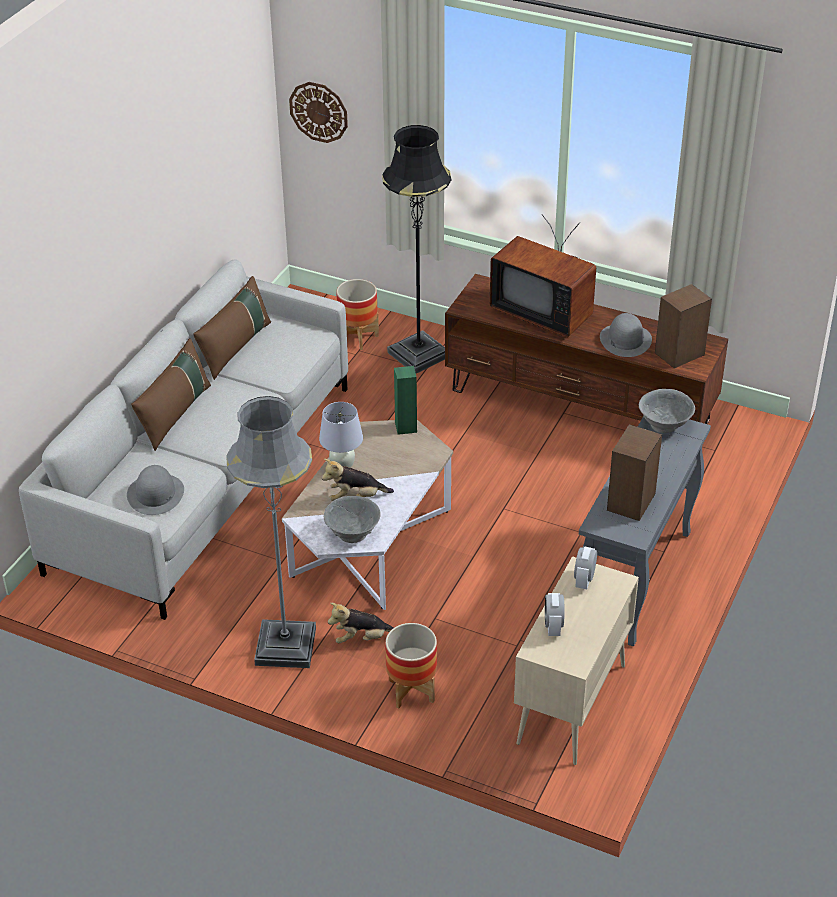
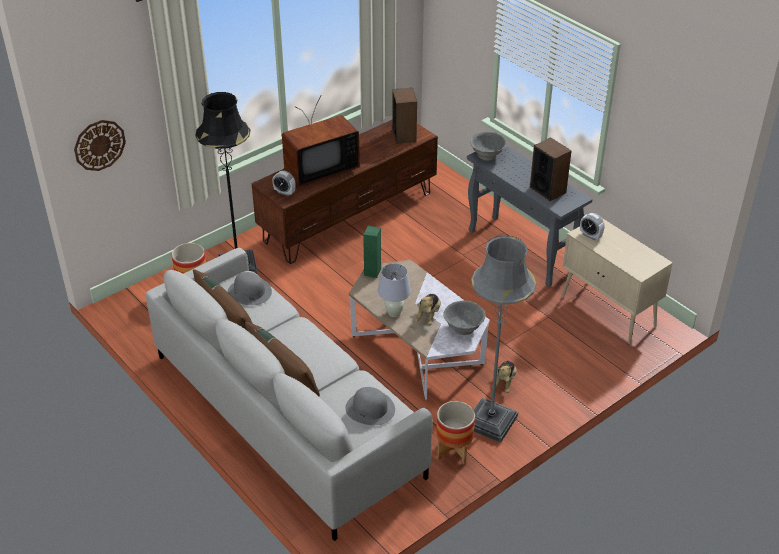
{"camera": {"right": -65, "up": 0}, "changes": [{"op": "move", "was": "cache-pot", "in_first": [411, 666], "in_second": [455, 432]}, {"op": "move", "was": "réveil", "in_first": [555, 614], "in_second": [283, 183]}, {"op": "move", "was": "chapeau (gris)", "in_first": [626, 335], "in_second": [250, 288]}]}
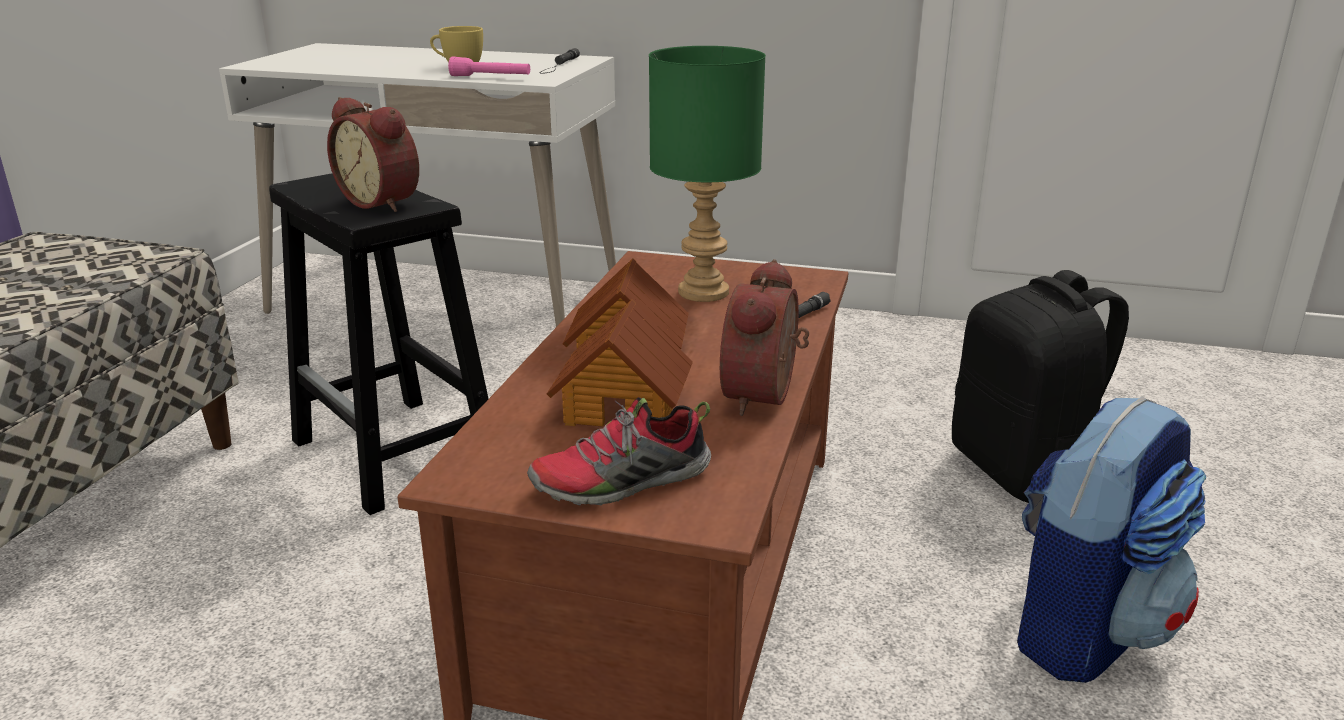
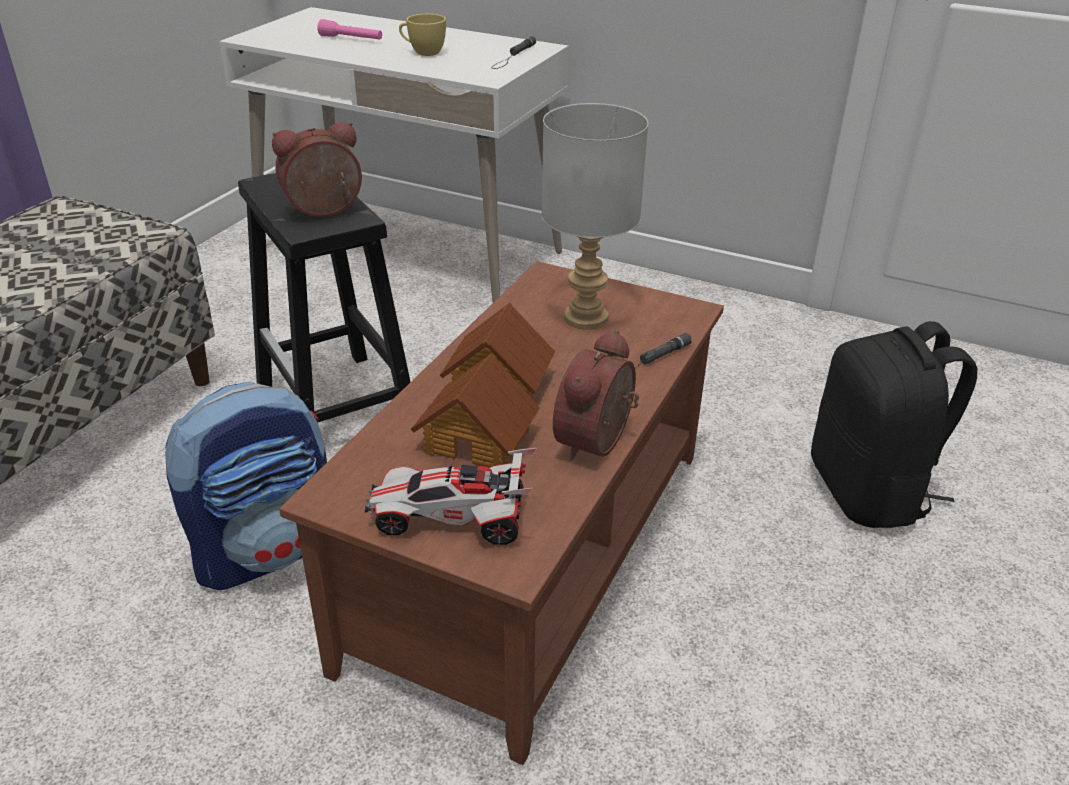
{"camera": {"right": 10, "up": 10}, "changes": [{"op": "move", "was": "lampe de poche (rose)", "in_first": [489, 66], "in_second": [349, 29]}, {"op": "move", "was": "sac à dos", "in_first": [1111, 539], "in_second": [246, 486]}, {"op": "replace", "was": "chaussure", "now": "petite voiture", "in_first": [619, 451], "in_second": [450, 496]}, {"op": "recolor", "was": "lampe de table (vert)", "now": "lampe de table (gris)", "in_first": [707, 174], "in_second": [595, 216]}, {"op": "rotate", "was": "réveil", "in_first": [373, 154], "in_second": [317, 169], "clockwise": 105}]}
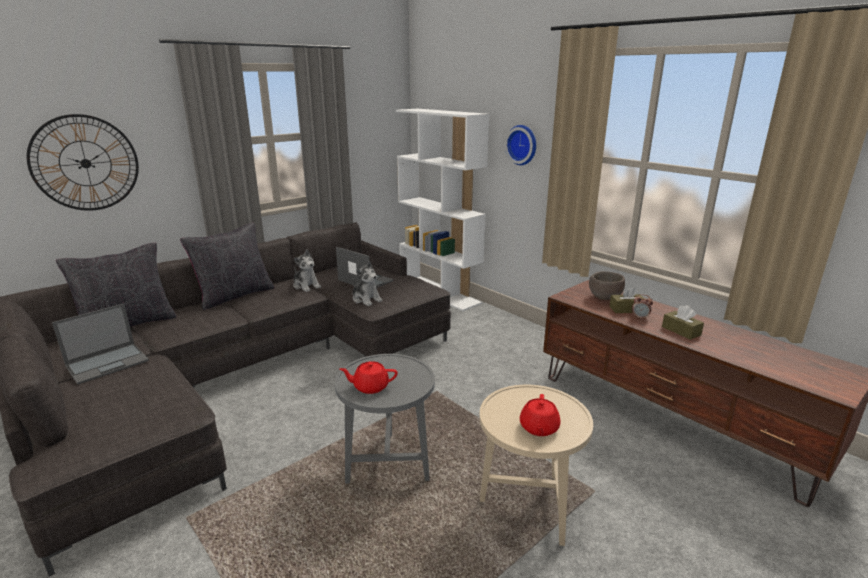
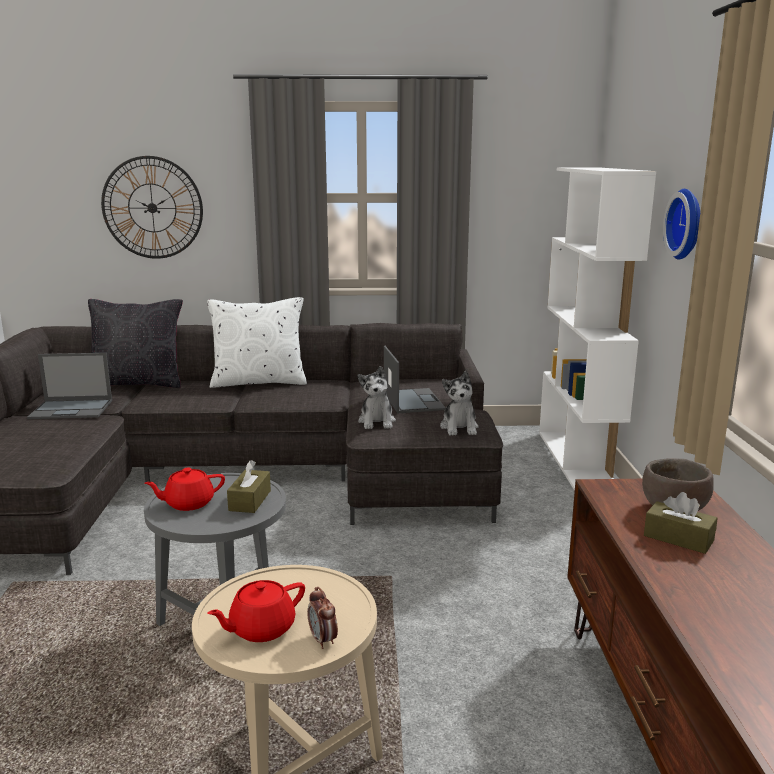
{"camera": {"right": 40, "up": -5}, "changes": [{"op": "move", "was": "peluche", "in_first": [307, 270], "in_second": [459, 403]}, {"op": "move", "was": "réveil", "in_first": [642, 307], "in_second": [322, 618]}, {"op": "move", "was": "boîte à mouchoirs (marron)", "in_first": [683, 322], "in_second": [249, 486]}, {"op": "recolor", "was": "coussin (noir)", "now": "coussin (blanc)", "in_first": [227, 266], "in_second": [257, 342]}, {"op": "rotate", "was": "théière (rouge)", "in_first": [369, 377], "in_second": [185, 489], "clockwise": -60}]}
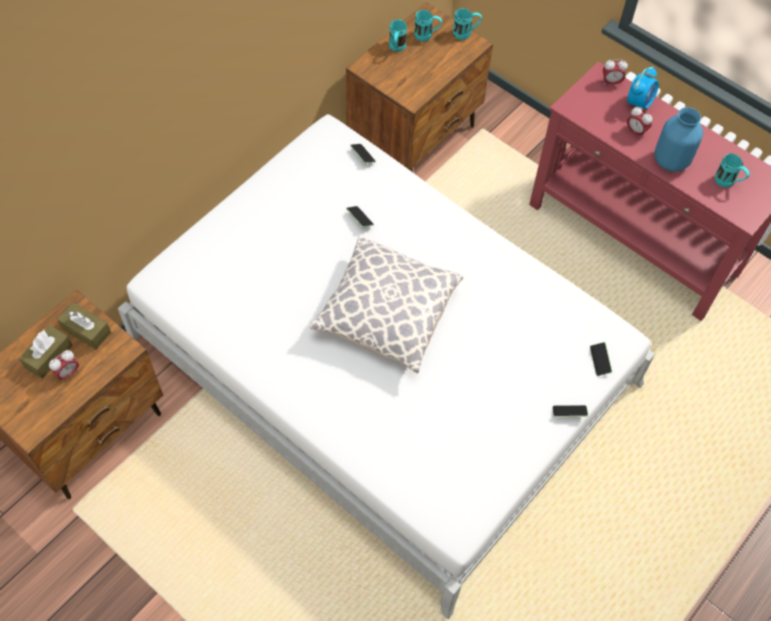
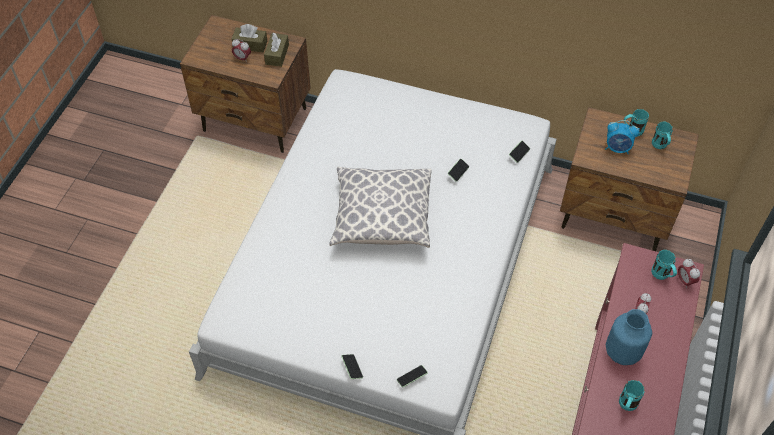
{"camera": {"right": 70, "up": -5}, "changes": [{"op": "move", "was": "mug (turquoise)", "in_first": [467, 24], "in_second": [664, 265]}, {"op": "move", "was": "réveil", "in_first": [643, 87], "in_second": [622, 137]}]}
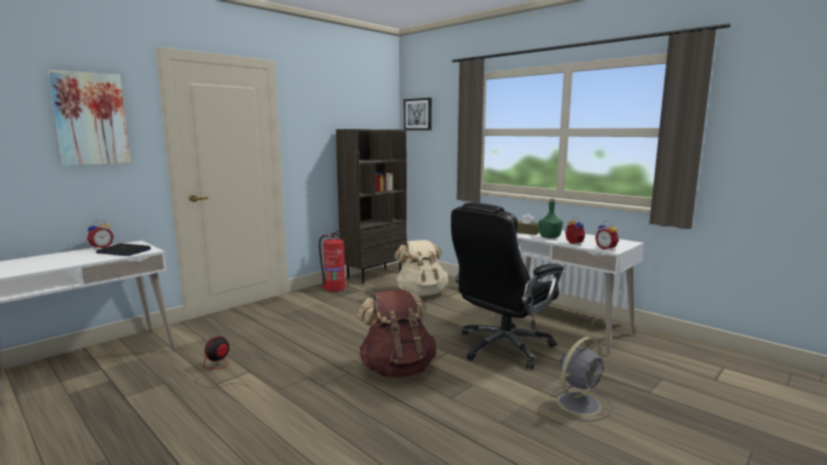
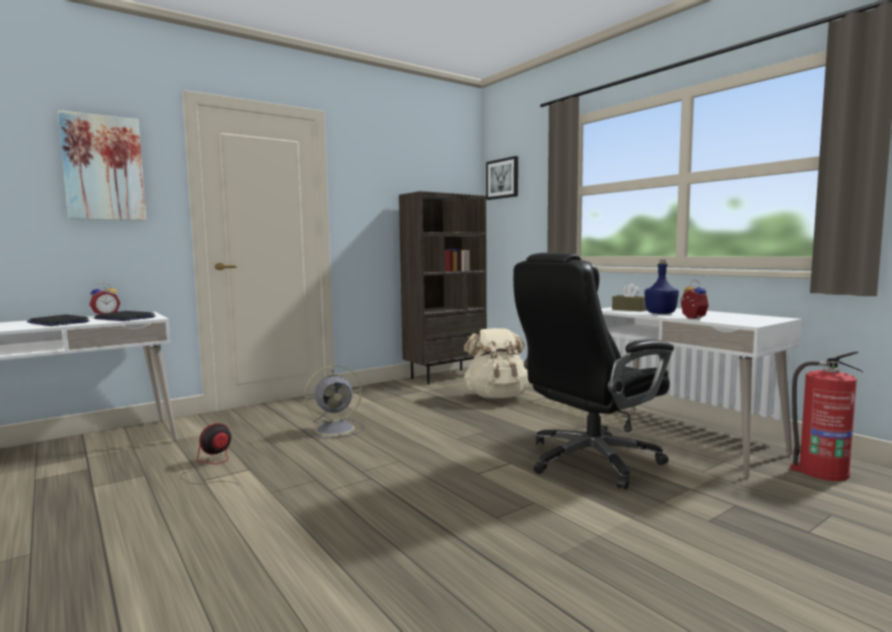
{"camera": {"right": 10, "up": -5}, "changes": [{"op": "delete", "was": "sac à dos (marron)", "in_first": [397, 334]}, {"op": "delete", "was": "réveil", "in_first": [607, 235]}, {"op": "insert", "now": "ordinateur portable", "in_second": [58, 320]}, {"op": "move", "was": "extincteur", "in_first": [332, 260], "in_second": [826, 416]}, {"op": "move", "was": "ventilateur (gris)", "in_first": [581, 379], "in_second": [334, 401]}, {"op": "recolor", "was": "bouteille (vert)", "now": "bouteille (bleu)", "in_first": [551, 219], "in_second": [662, 286]}]}
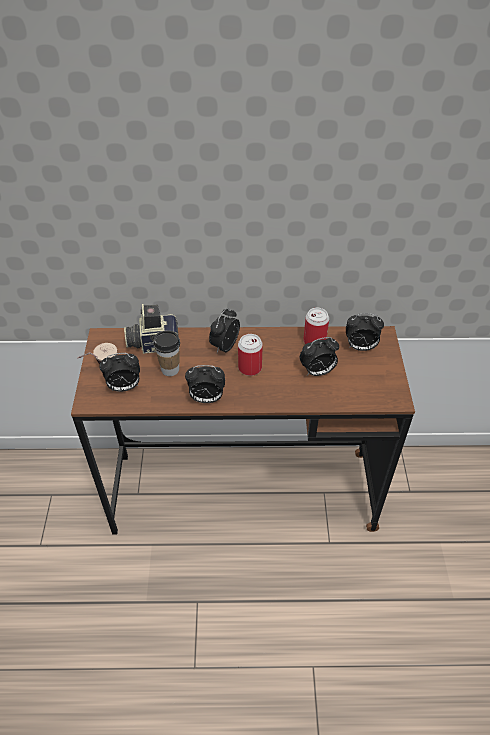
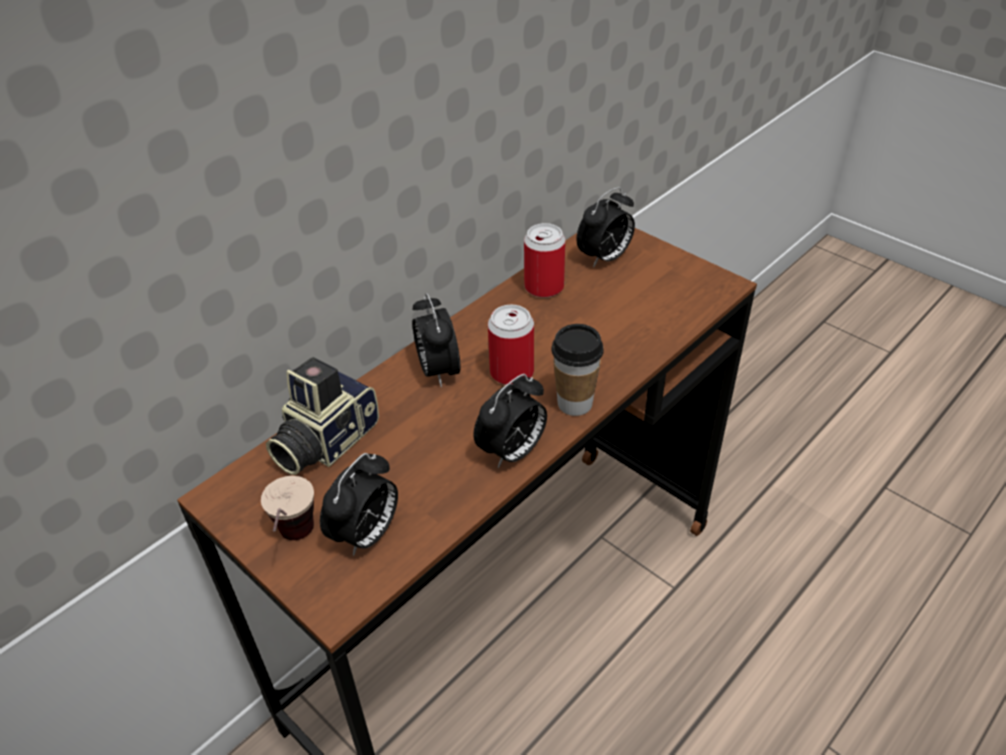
{"camera": {"right": -45, "up": -5}, "changes": [{"op": "delete", "was": "réveil", "in_first": [319, 356]}, {"op": "move", "was": "tasse", "in_first": [166, 353], "in_second": [577, 370]}]}
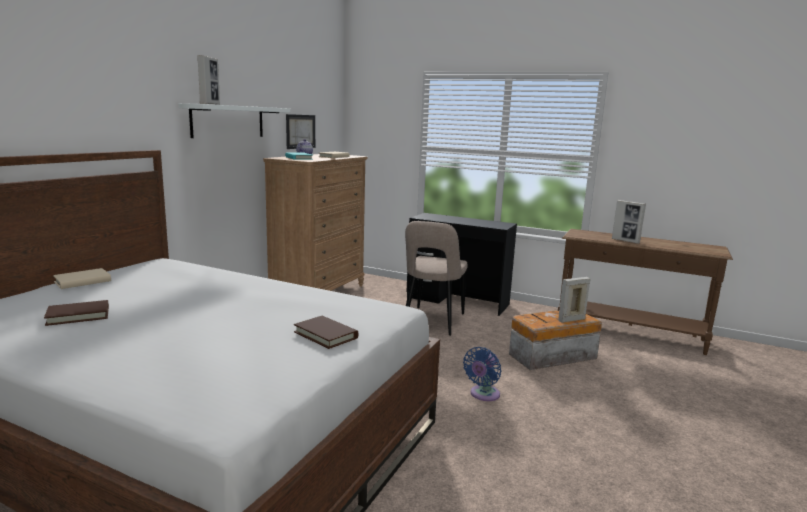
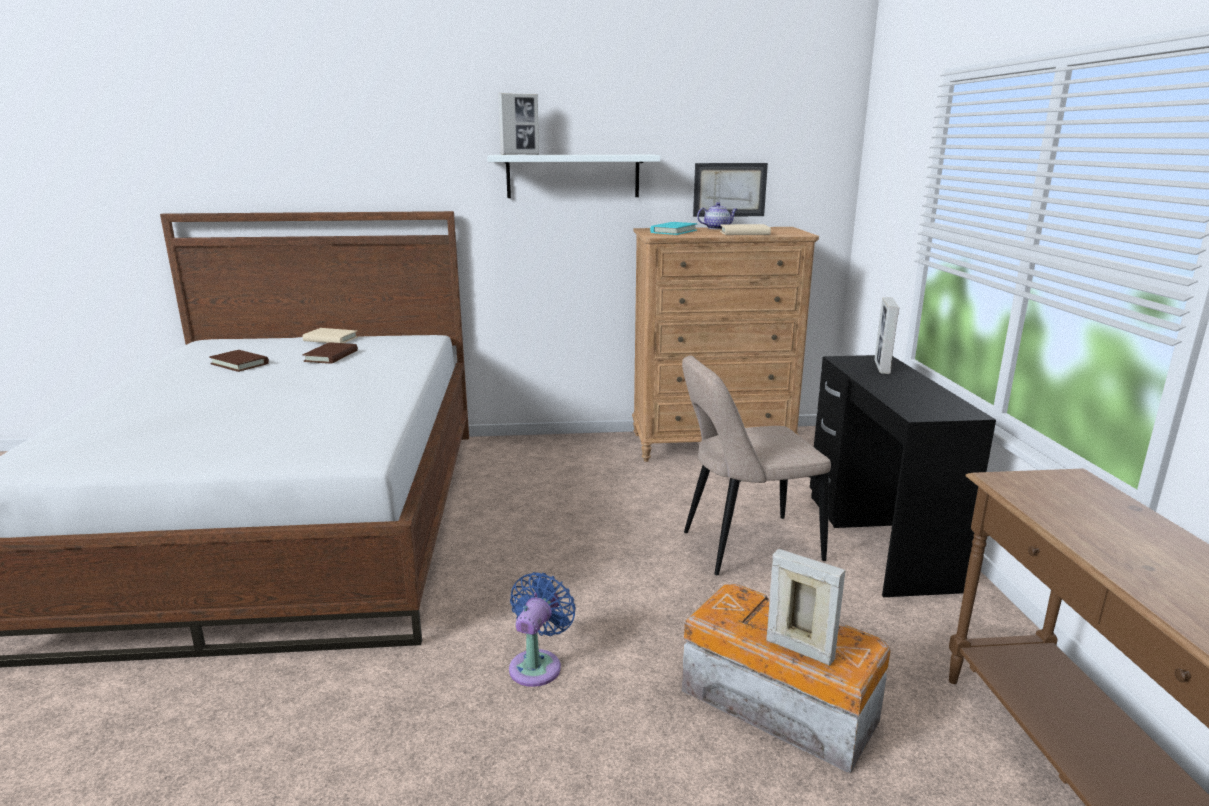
{"camera": {"right": 60, "up": 5}, "changes": [{"op": "move", "was": "livre (marron)", "in_first": [326, 332], "in_second": [330, 353]}, {"op": "move", "was": "cadre photo", "in_first": [629, 222], "in_second": [886, 335]}, {"op": "rotate", "was": "ventilateur (bleu)", "in_first": [482, 374], "in_second": [542, 629], "clockwise": 105}]}
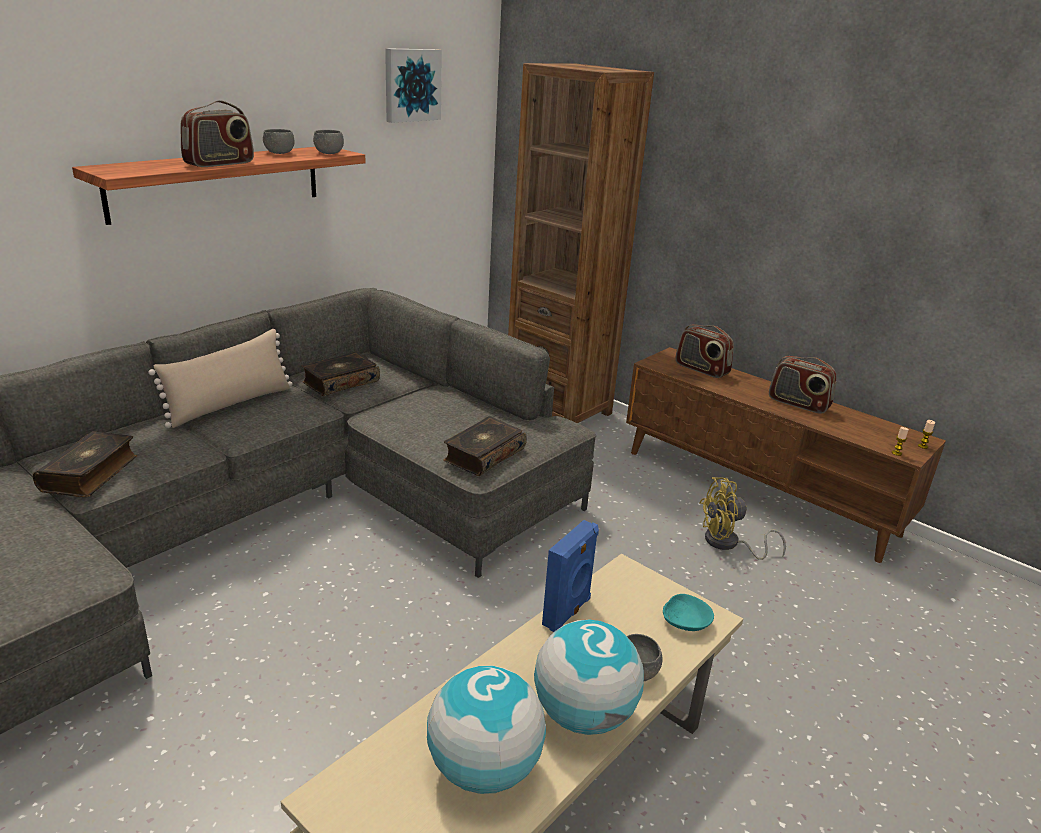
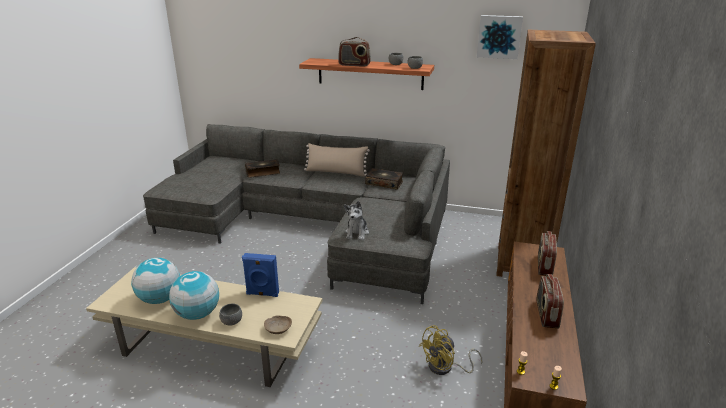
{"camera": {"right": 65, "up": 0}, "changes": [{"op": "replace", "was": "livre", "now": "peluche", "in_first": [485, 446], "in_second": [356, 220]}, {"op": "recolor", "was": "bol (turquoise)", "now": "bol (beige)", "in_first": [688, 612], "in_second": [278, 324]}, {"op": "rotate", "was": "ventilateur (jaune)", "in_first": [742, 518], "in_second": [450, 350], "clockwise": -90}]}
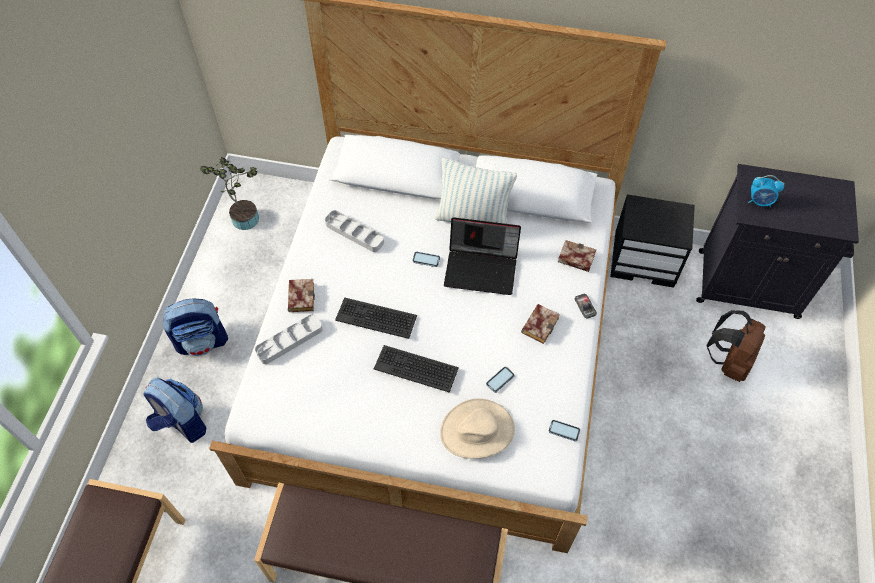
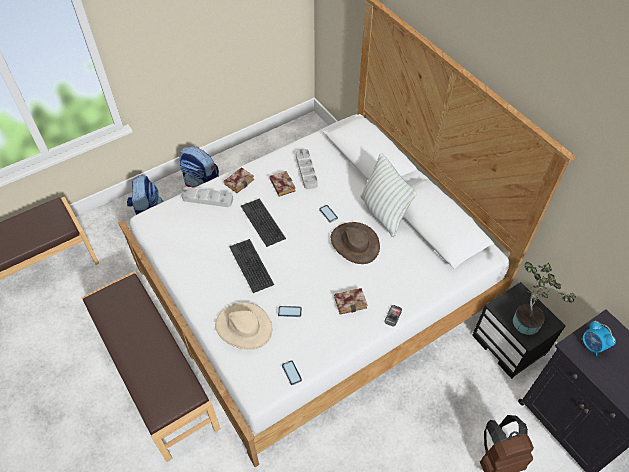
{"camera": {"right": 45, "up": -5}, "changes": [{"op": "move", "was": "plante en pot", "in_first": [229, 193], "in_second": [544, 298]}, {"op": "move", "was": "livre", "in_first": [577, 256], "in_second": [283, 184]}, {"op": "replace", "was": "ordinateur portable", "now": "chapeau (marron)", "in_first": [482, 256], "in_second": [355, 243]}]}
